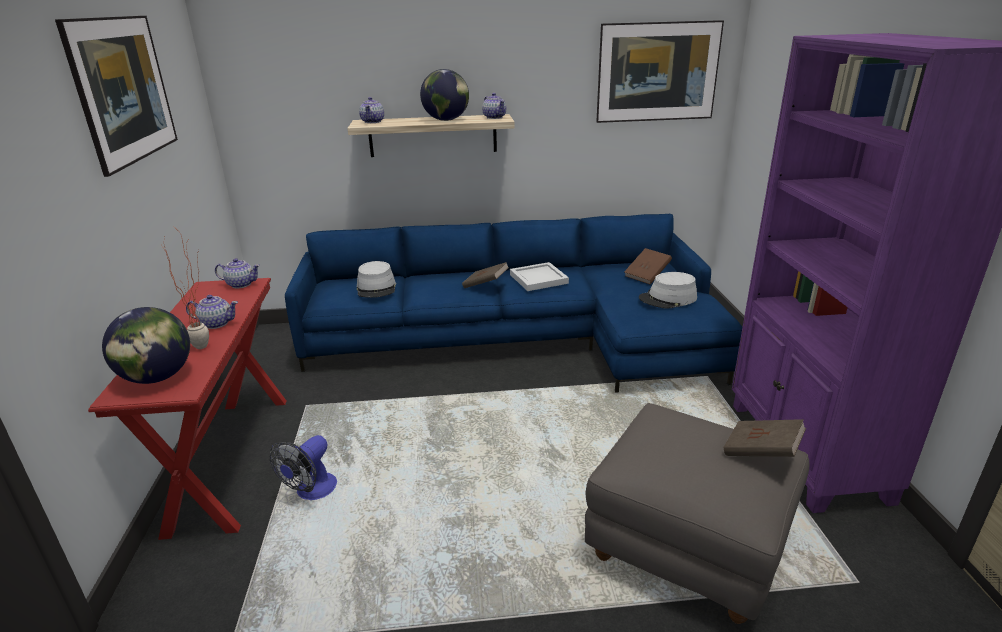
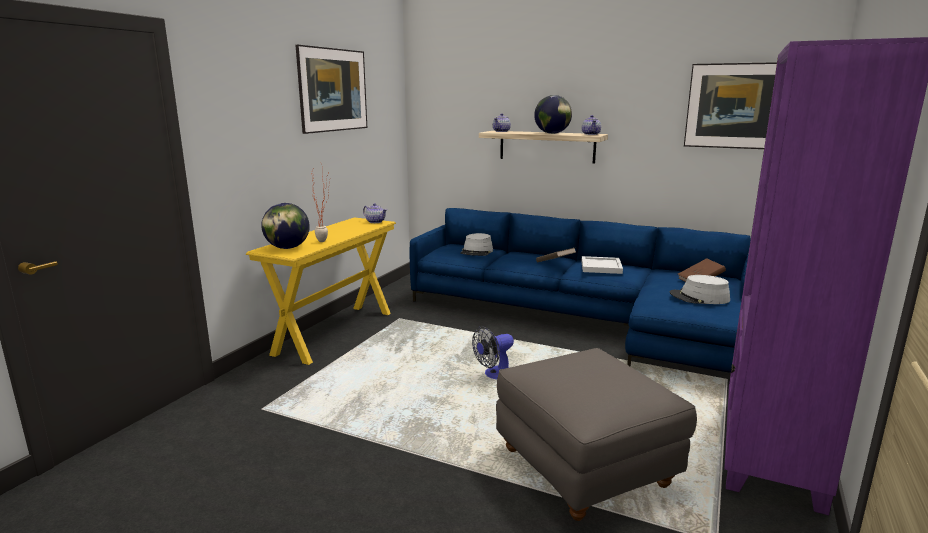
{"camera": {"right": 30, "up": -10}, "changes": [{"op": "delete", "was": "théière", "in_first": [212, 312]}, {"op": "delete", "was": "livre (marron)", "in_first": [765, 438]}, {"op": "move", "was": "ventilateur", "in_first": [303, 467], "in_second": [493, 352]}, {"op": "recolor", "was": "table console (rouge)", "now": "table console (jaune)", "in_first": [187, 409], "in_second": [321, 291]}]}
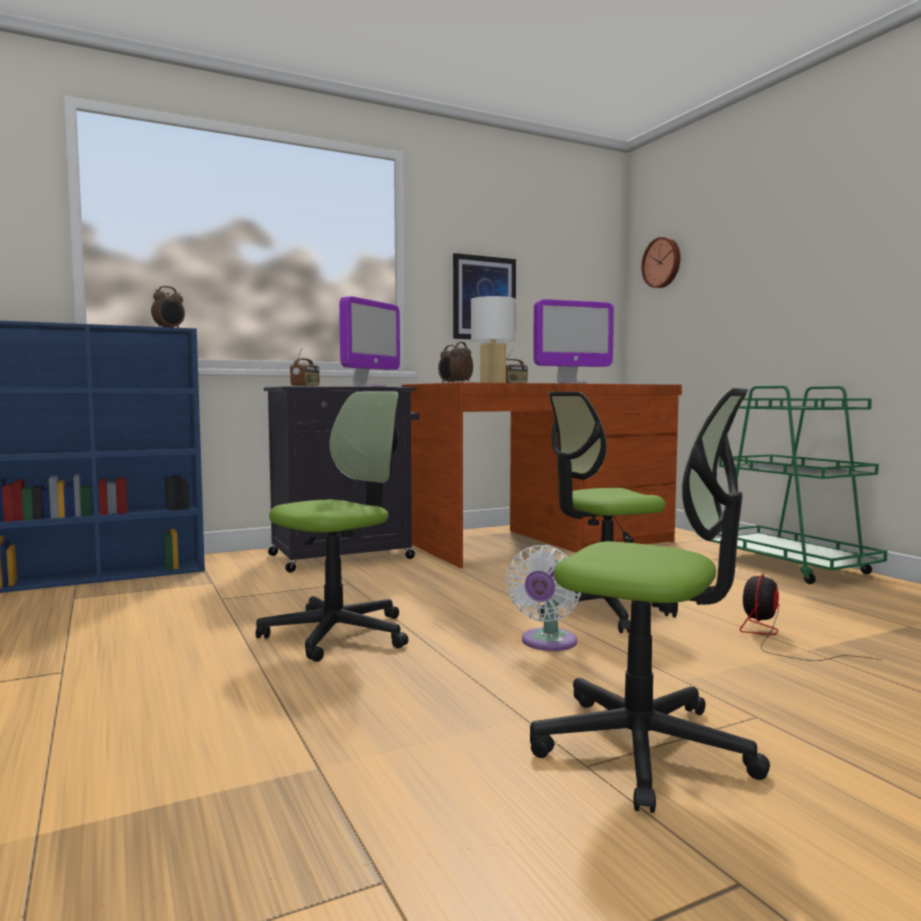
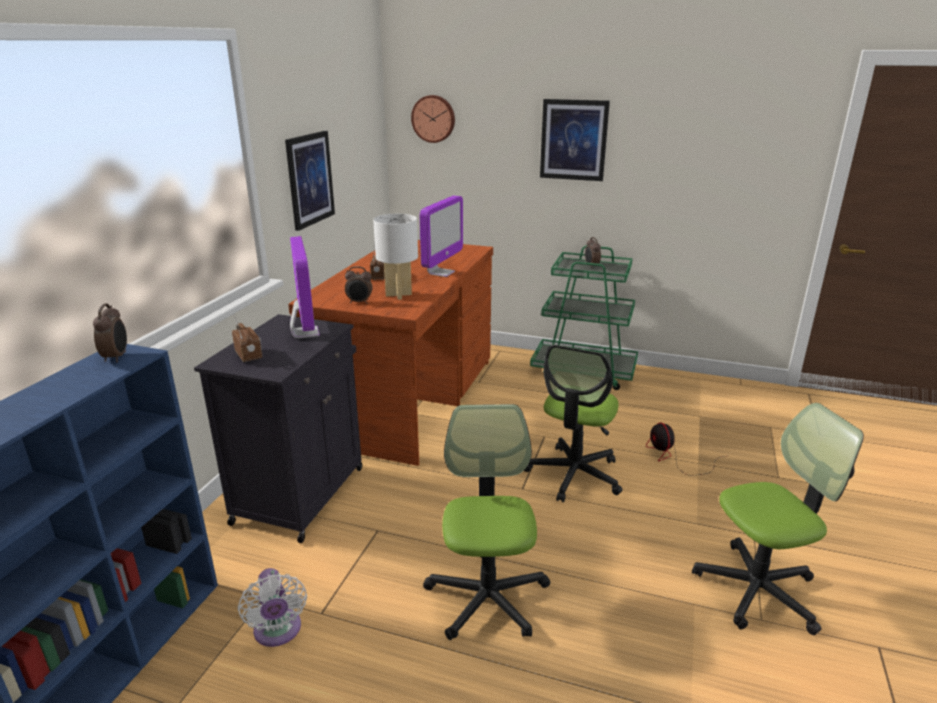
{"camera": {"right": -45, "up": 20}, "changes": [{"op": "insert", "now": "tableau", "in_second": [575, 140]}, {"op": "move", "was": "réveil", "in_first": [461, 362], "in_second": [593, 252]}, {"op": "move", "was": "ventilateur (blanc)", "in_first": [543, 598], "in_second": [272, 607]}]}
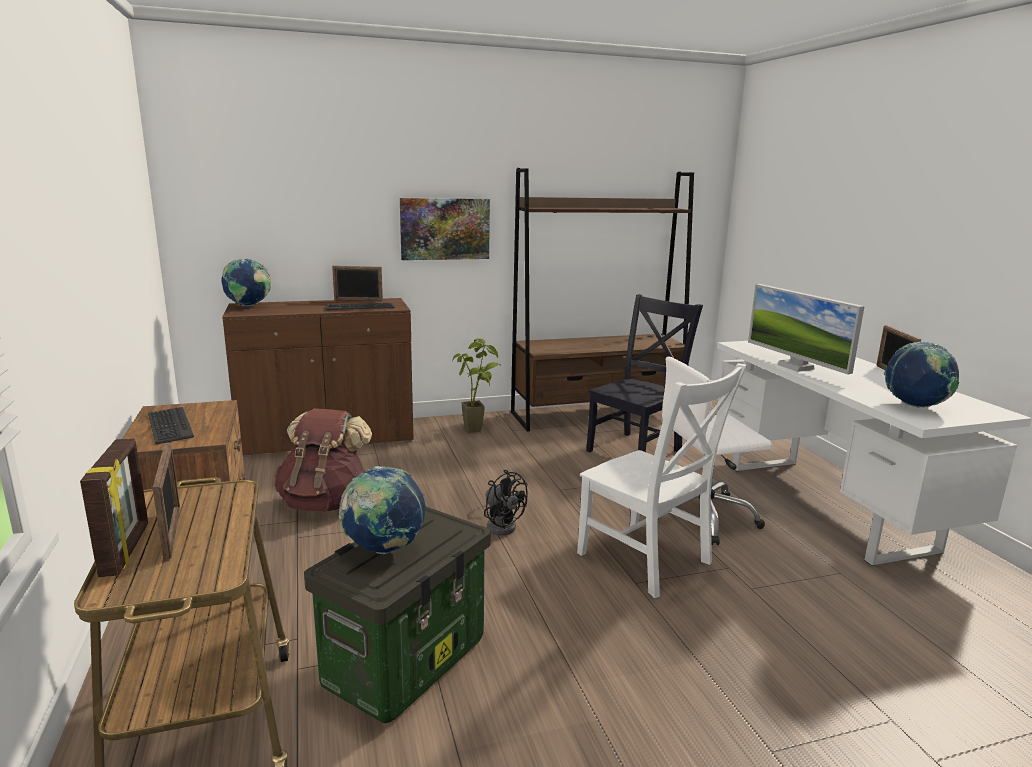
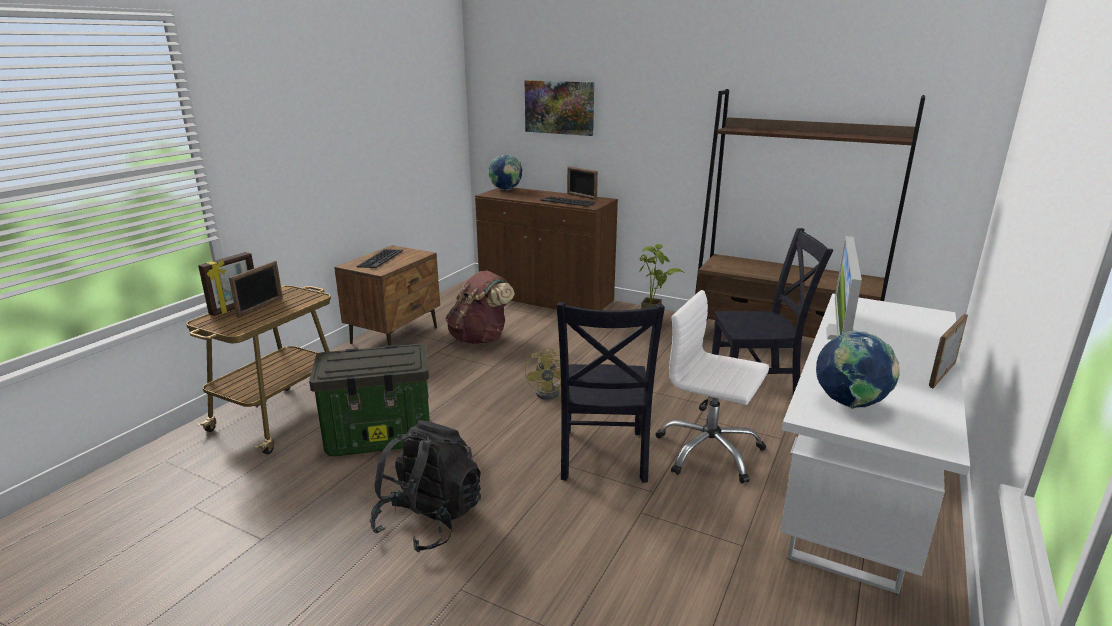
{"camera": {"right": 45, "up": 5}, "changes": [{"op": "delete", "was": "globe", "in_first": [382, 510]}, {"op": "insert", "now": "sac à dos (noir)", "in_second": [425, 486]}, {"op": "move", "was": "tableau", "in_first": [445, 229], "in_second": [559, 108]}, {"op": "recolor", "was": "ventilateur (noir)", "now": "ventilateur (jaune)", "in_first": [506, 502], "in_second": [543, 374]}, {"op": "recolor", "was": "chaise (blanc)", "now": "chaise (noir)", "in_first": [662, 480], "in_second": [611, 392]}]}
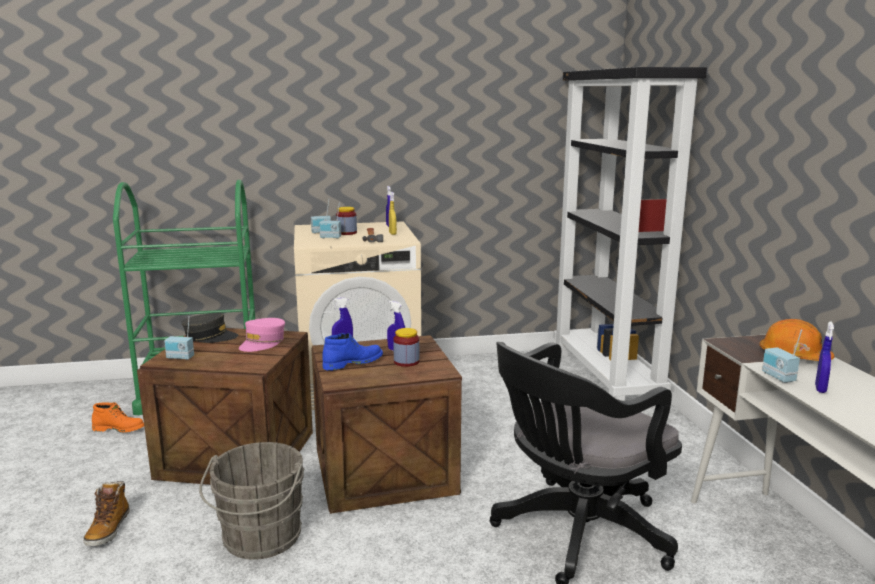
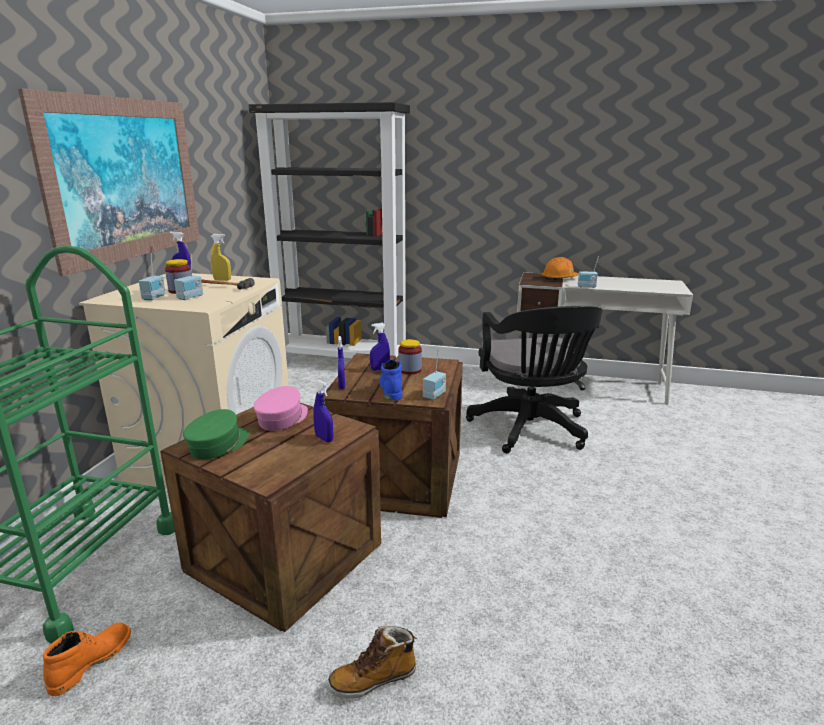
{"camera": {"right": -65, "up": 5}, "changes": [{"op": "delete", "was": "seau (gris)", "in_first": [252, 501]}, {"op": "insert", "now": "tableau", "in_second": [109, 182]}, {"op": "move", "was": "radio", "in_first": [179, 338], "in_second": [434, 375]}, {"op": "move", "was": "vaporisateur (bleu)", "in_first": [824, 357], "in_second": [323, 411]}, {"op": "recolor", "was": "casquette (gris)", "now": "casquette (vert)", "in_first": [210, 327], "in_second": [216, 434]}, {"op": "rotate", "was": "botte", "in_first": [106, 514], "in_second": [372, 662], "clockwise": 135}, {"op": "rotate", "was": "casquette (rose)", "in_first": [262, 335], "in_second": [281, 408], "clockwise": -120}]}
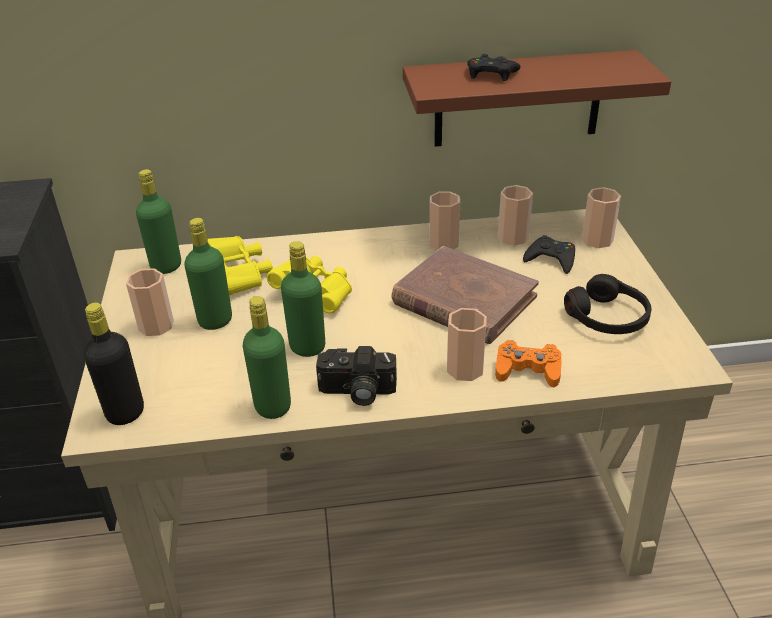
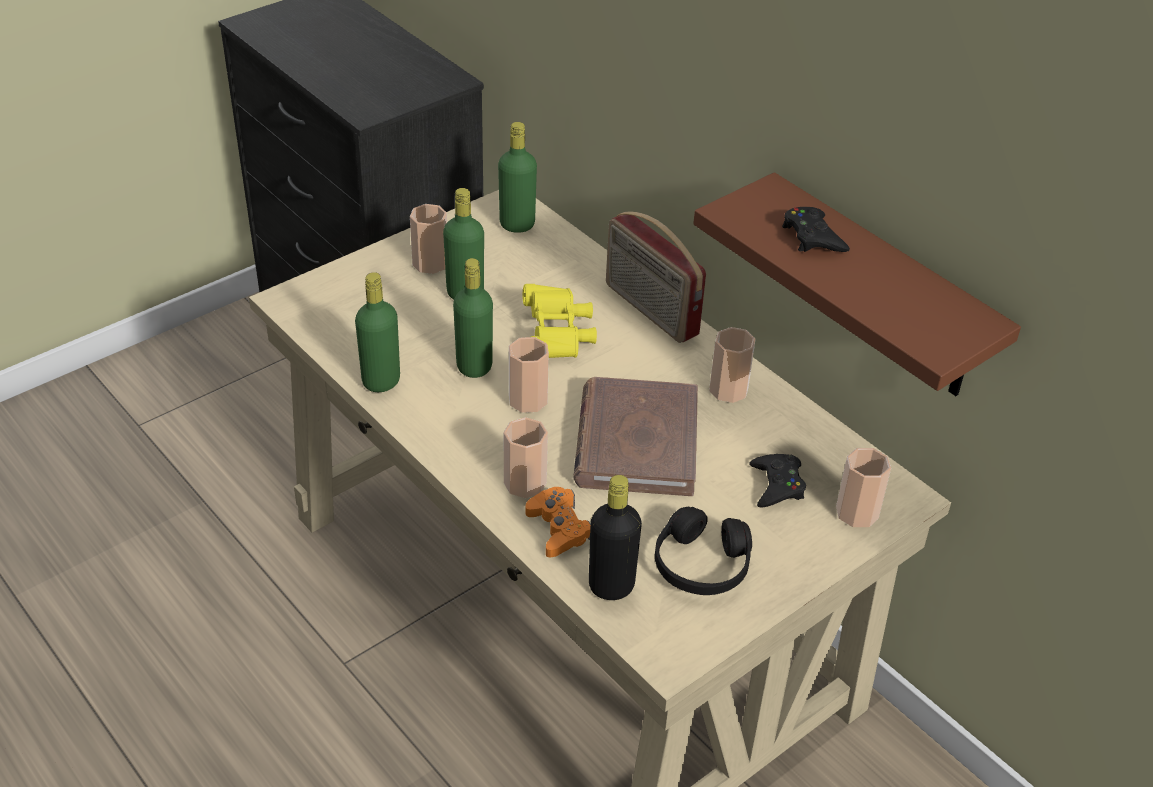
{"camera": {"right": 55, "up": 5}, "changes": [{"op": "delete", "was": "jumelles (jaune)", "in_first": [240, 265]}, {"op": "delete", "was": "appareil photo", "in_first": [356, 376]}, {"op": "insert", "now": "radio", "in_second": [656, 277]}, {"op": "move", "was": "bouteille (noir)", "in_first": [114, 364], "in_second": [615, 537]}, {"op": "move", "was": "tasse", "in_first": [515, 215], "in_second": [529, 375]}]}
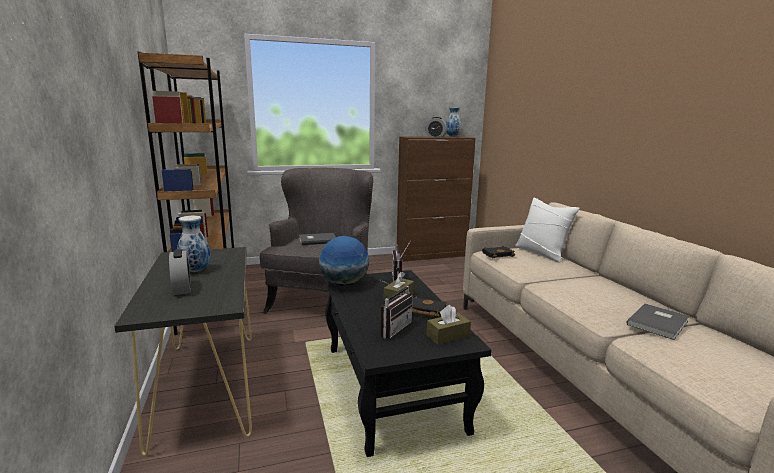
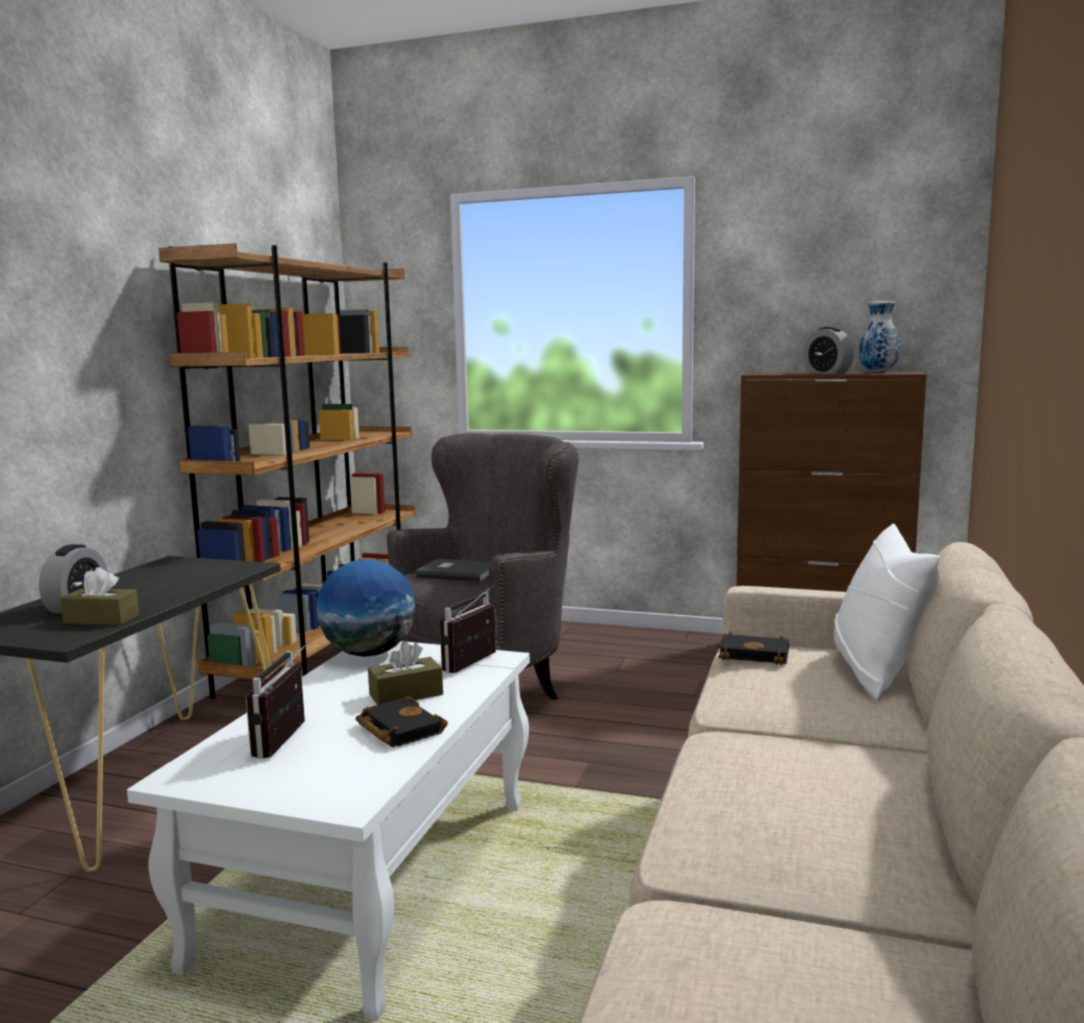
{"camera": {"right": 35, "up": -5}, "changes": [{"op": "delete", "was": "vase", "in_first": [194, 244]}, {"op": "delete", "was": "livre (gris)", "in_first": [658, 322]}, {"op": "move", "was": "boîte à mouchoirs (marron)", "in_first": [449, 325], "in_second": [99, 596]}, {"op": "recolor", "was": "table basse (noir)", "now": "table basse (blanc)", "in_first": [408, 363], "in_second": [328, 831]}, {"op": "rotate", "was": "radio", "in_first": [397, 309], "in_second": [277, 700], "clockwise": 120}]}
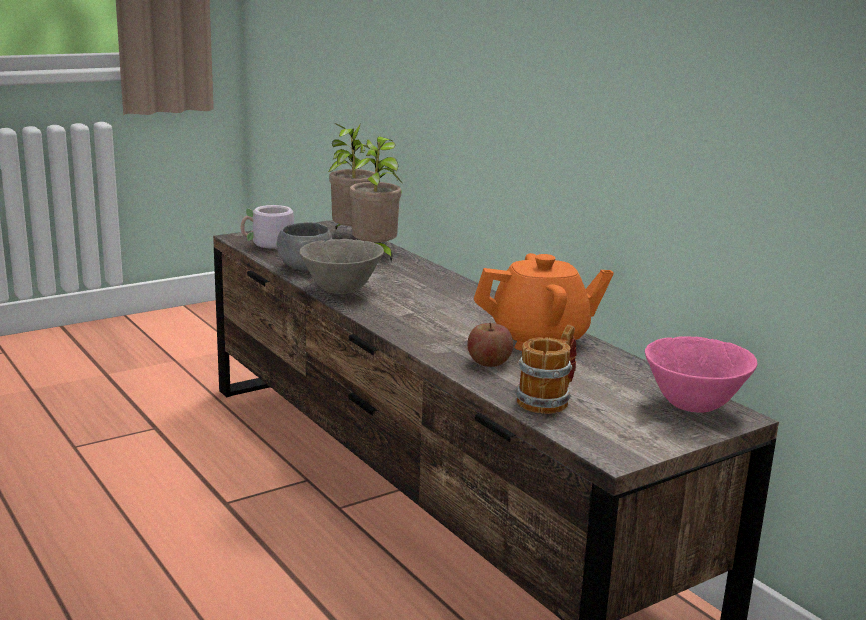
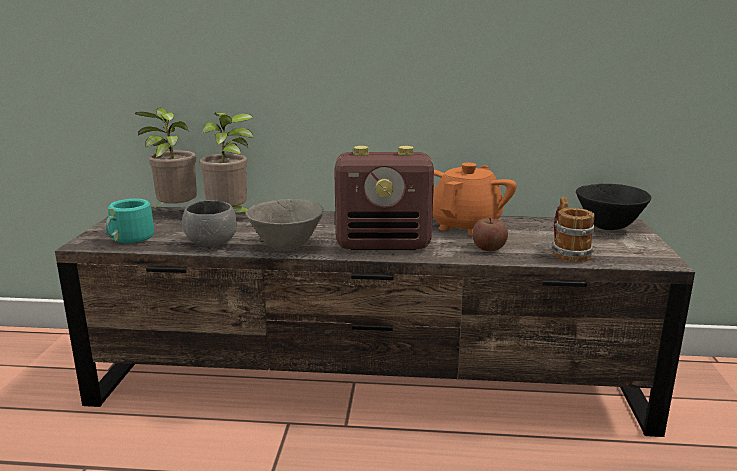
{"camera": {"right": -50, "up": 0}, "changes": [{"op": "insert", "now": "radio", "in_second": [384, 198]}, {"op": "recolor", "was": "mug (gris)", "now": "mug (turquoise)", "in_first": [267, 226], "in_second": [137, 221]}, {"op": "recolor", "was": "bol (rose)", "now": "bol (noir)", "in_first": [701, 374], "in_second": [613, 207]}]}
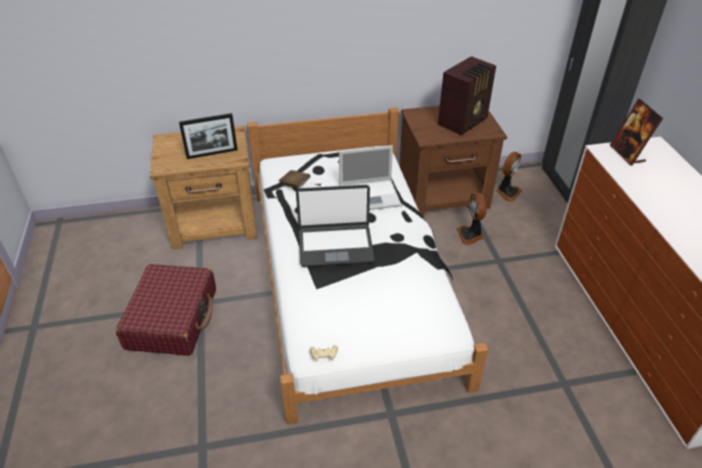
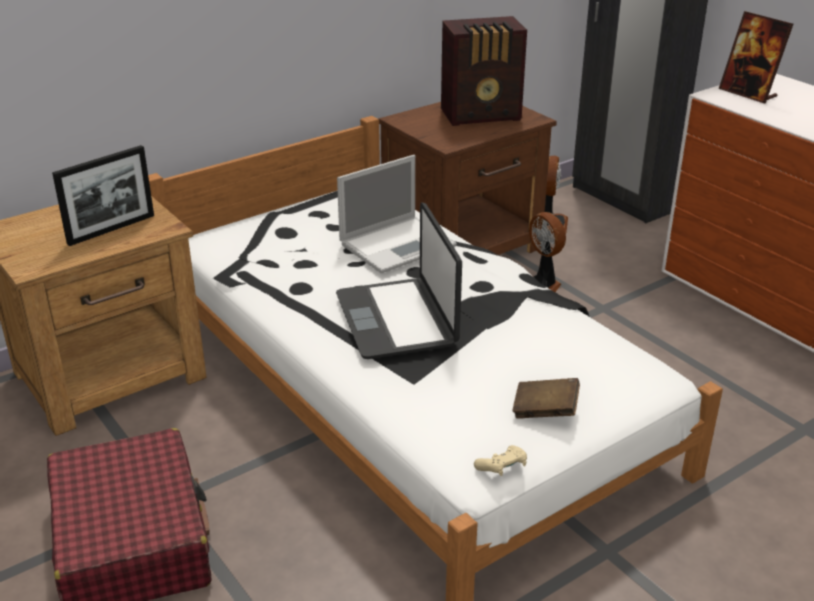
{"camera": {"right": -25, "up": -10}, "changes": [{"op": "move", "was": "livre (marron)", "in_first": [295, 179], "in_second": [546, 398]}, {"op": "rotate", "was": "ordinateur portable", "in_first": [335, 226], "in_second": [399, 280], "clockwise": 105}, {"op": "rotate", "was": "radio", "in_first": [467, 96], "in_second": [484, 71], "clockwise": 60}]}
